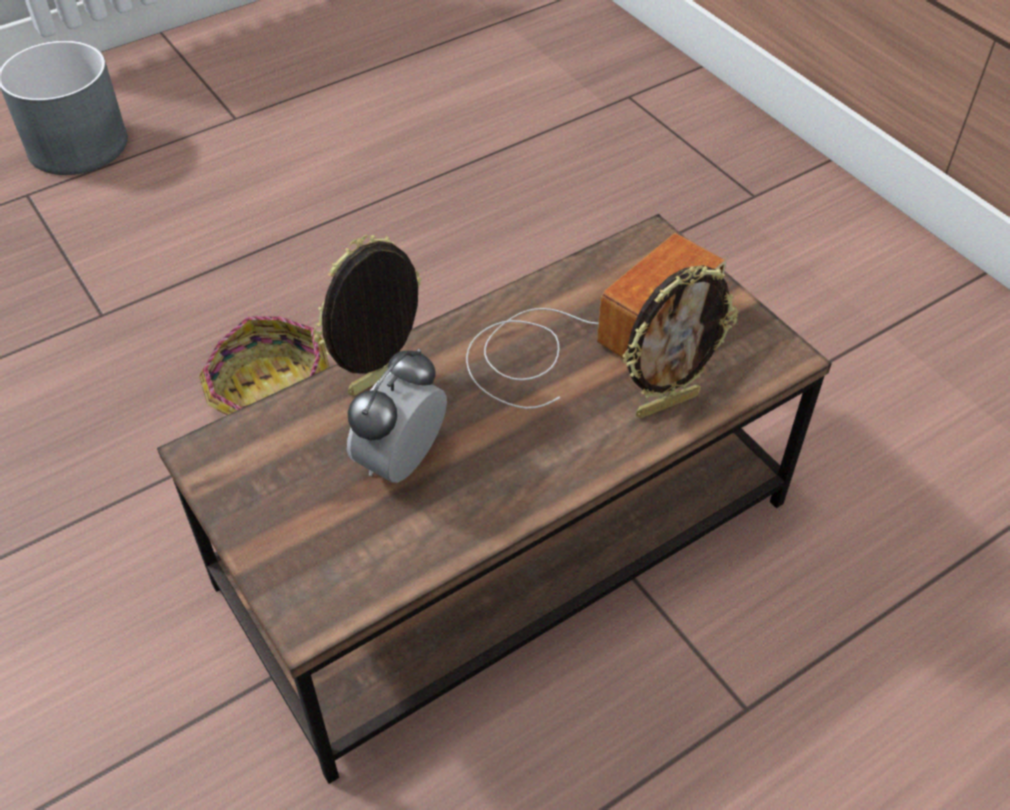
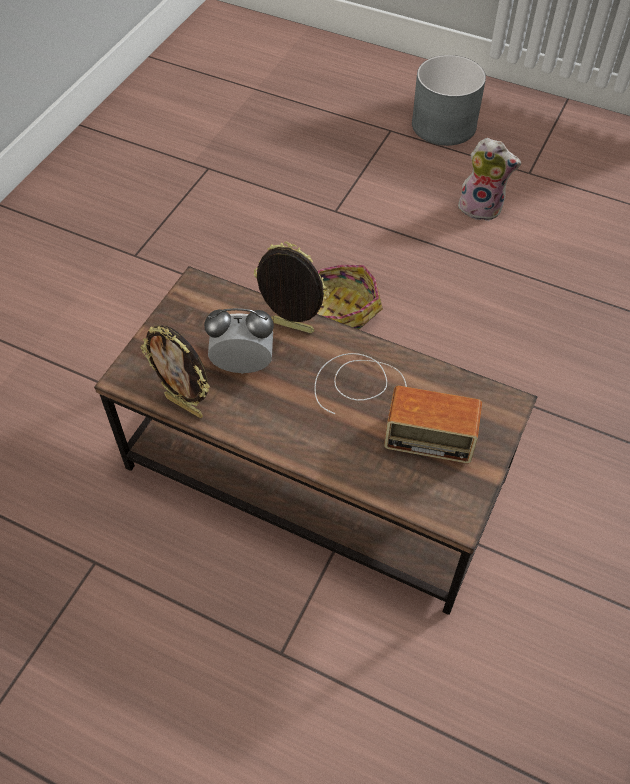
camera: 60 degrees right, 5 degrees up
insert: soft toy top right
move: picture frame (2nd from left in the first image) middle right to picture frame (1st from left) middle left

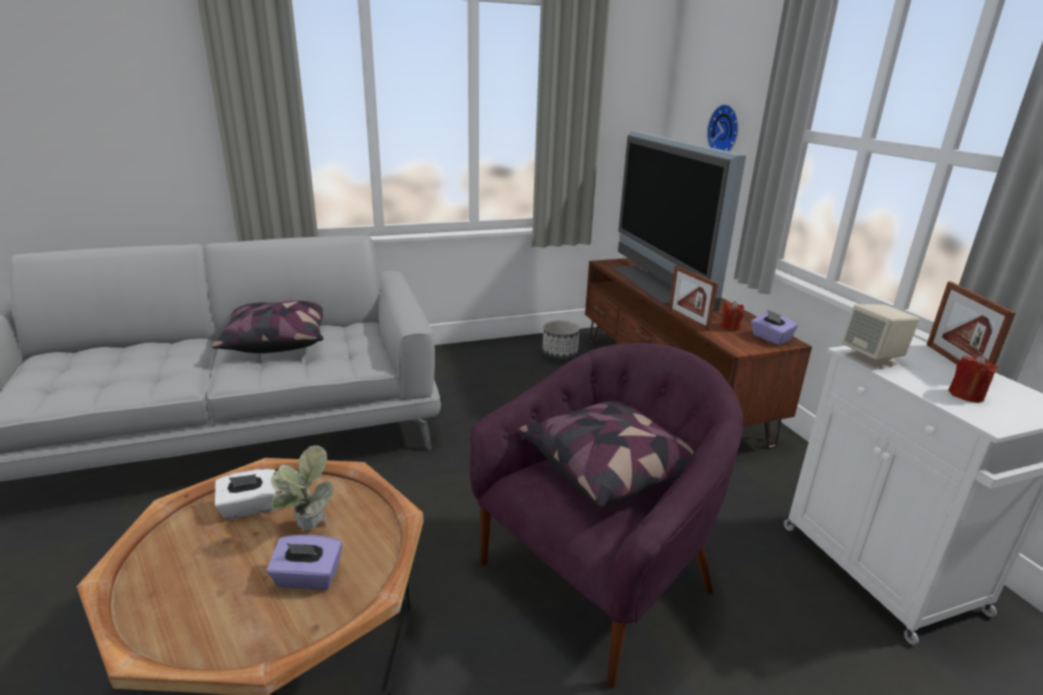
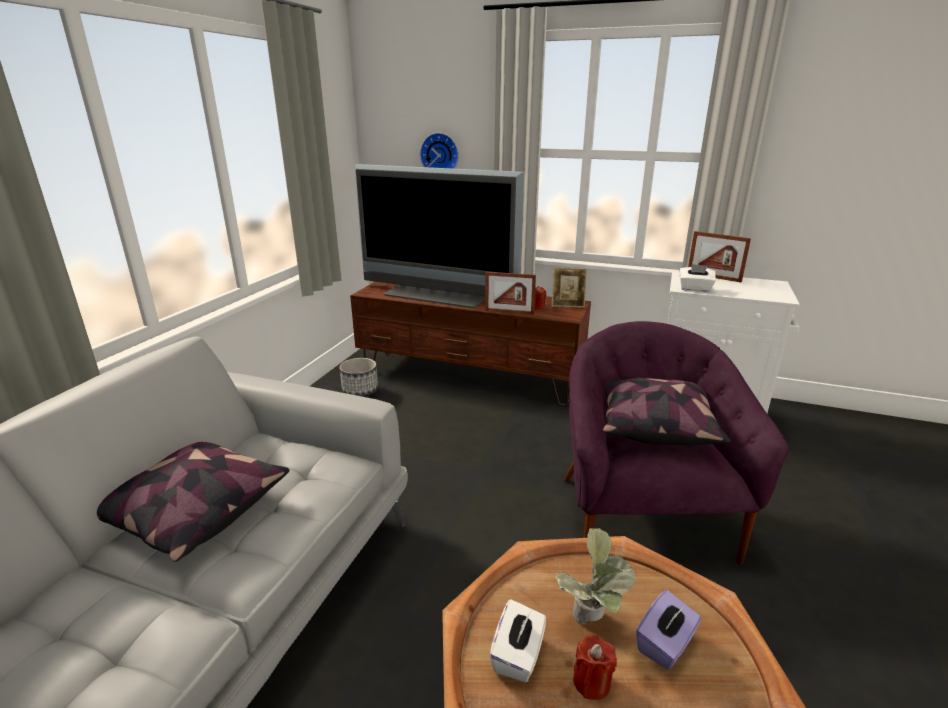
camera: 50 degrees left, 0 degrees up
move: wax light in reddish (2nd from left) middle right to bottom centre
replace: audio speaker in sand-coloured middle right to tissue holder in whitish (2nd from left) middle right; tissue holder in purple-coloured (2nd from left) middle right to picture frame (2nd from left) centre

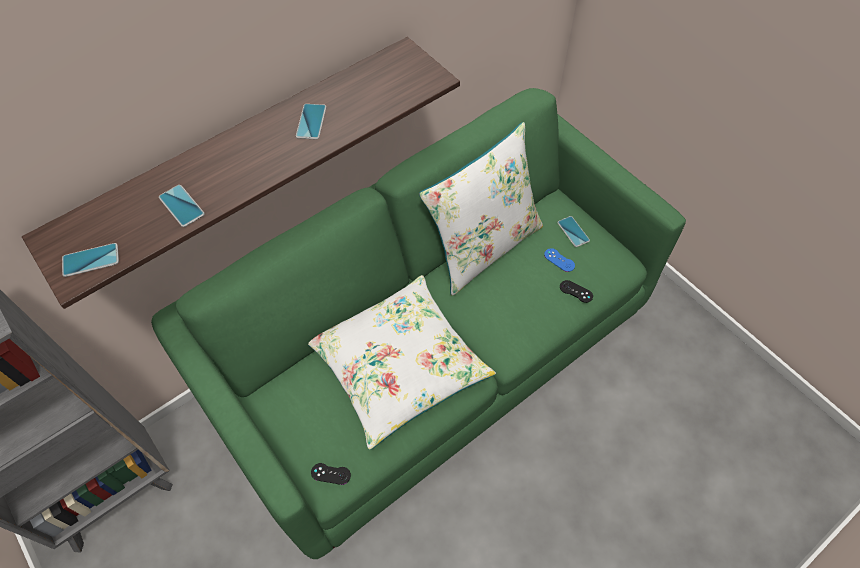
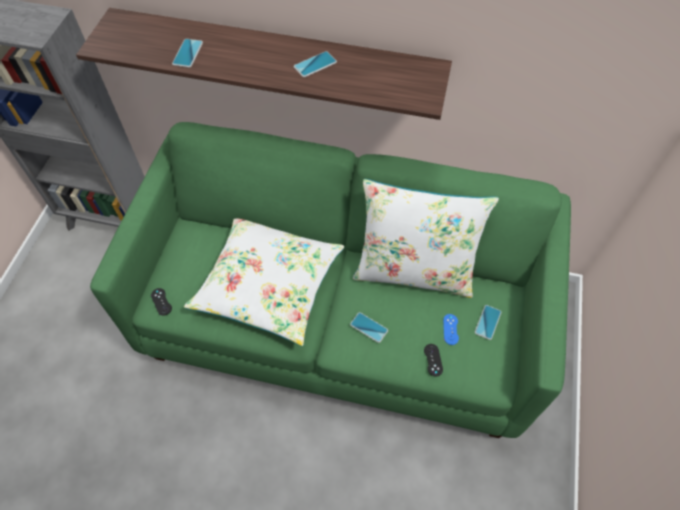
camera: 50 degrees right, 0 degrees up
move: phone (1st from left in the first image) middle left to phone (3rd from left) centre

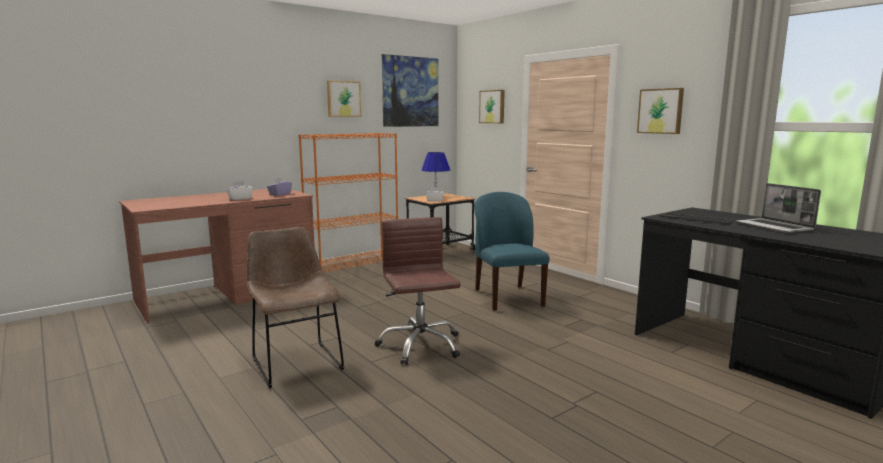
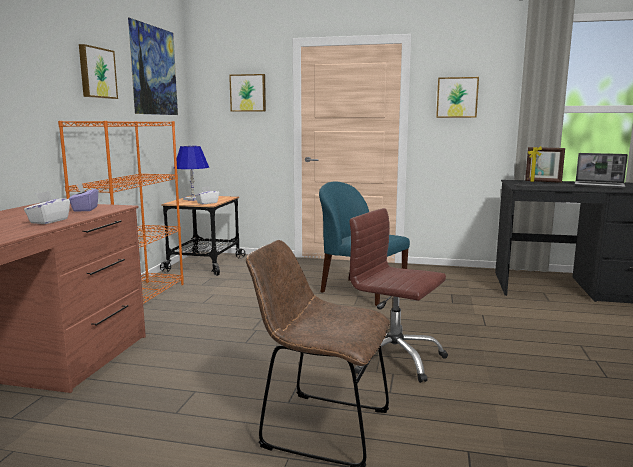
camera: 40 degrees left, 0 degrees up
insert: picture frame middle right

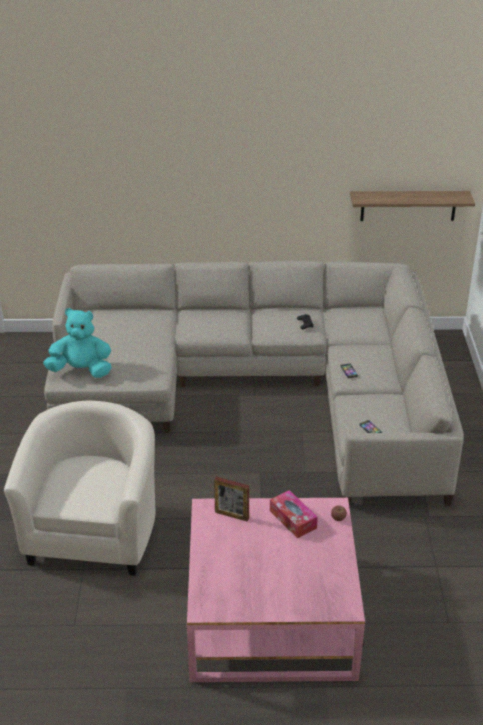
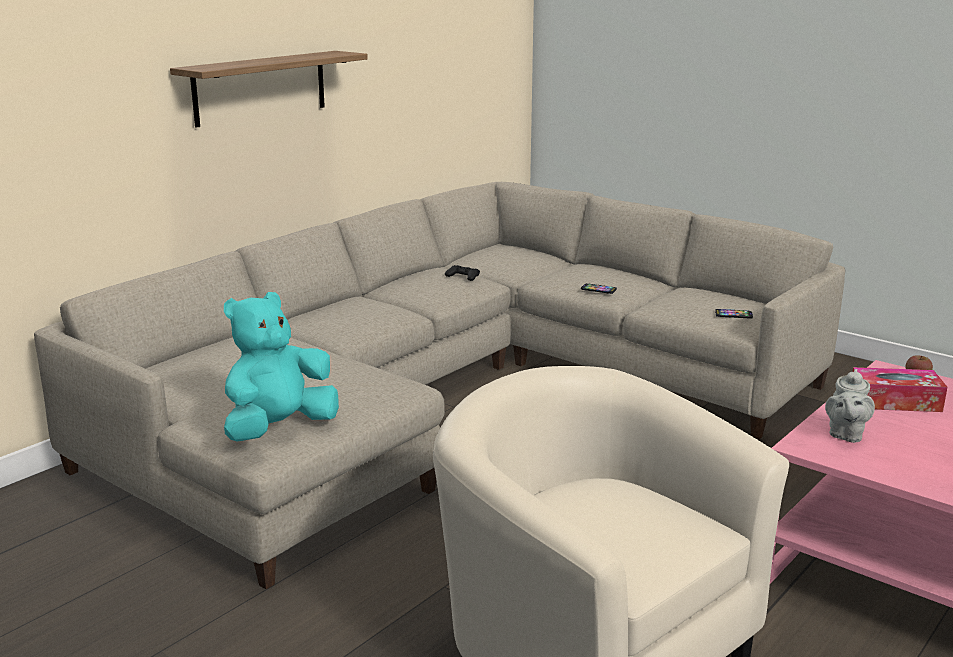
camera: 50 degrees left, 15 degrees down
move: wall shelf top right to top left
replace: picture frame bottom centre to tea pot in greyish middle right

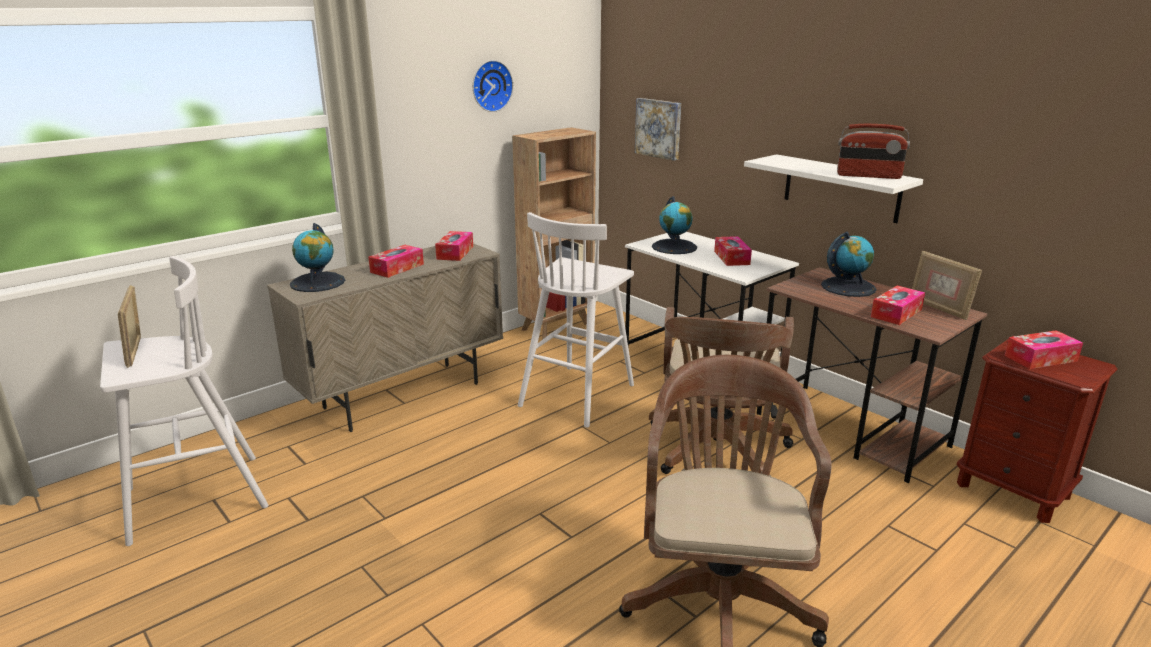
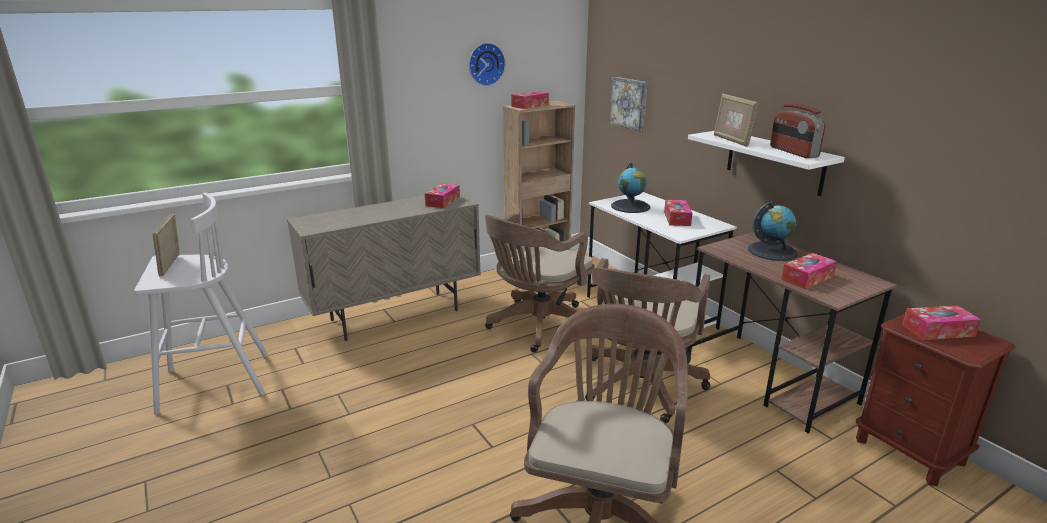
camera: 10 degrees right, 0 degrees up
delete: world globe (1st from left) middle left
move: tissue holder (1st from left in the first image) centre to tissue holder (2nd from left) top centre; picture frame (2nd from left) middle right to top right
replace: stool seat in whitish (2nd from left) centre to office chair in brown (1st from left) centre
rotate: radio receiver top right = top right 45 degrees clockwise

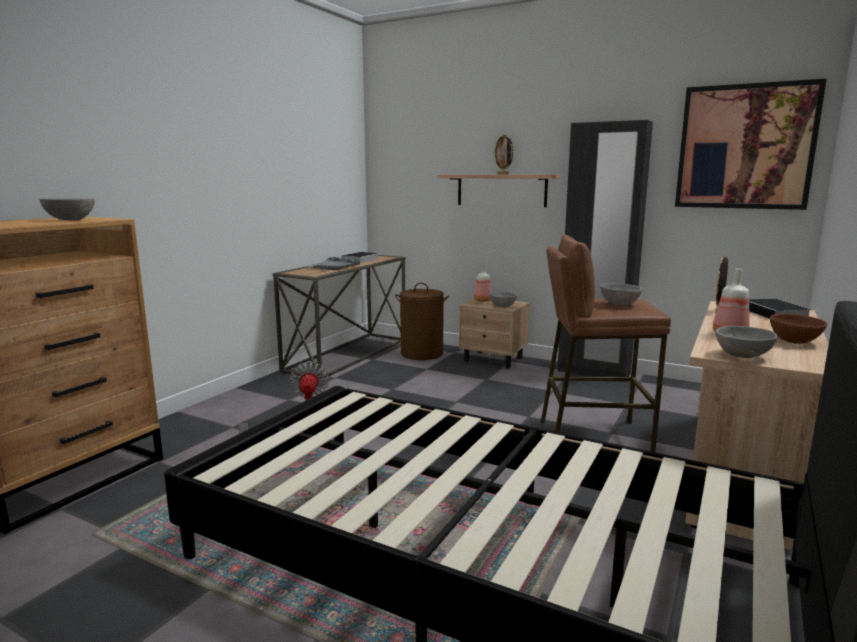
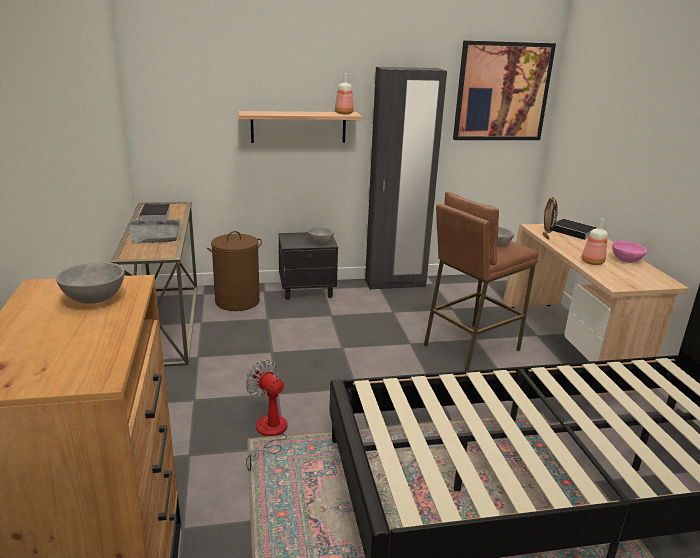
camera: 40 degrees left, 10 degrees up
delete: picture frame (1st from left) top centre; serving bowl in greyish (4th from left) middle right
move: drink bottle (1st from left) centre to top centre
recolor: bedside table in sand-coloured centre to bedside table in black centre; serving bowl in brown middle right to serving bowl in pinkish middle right

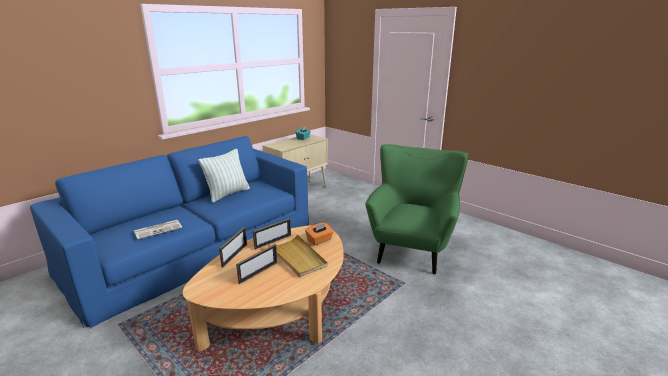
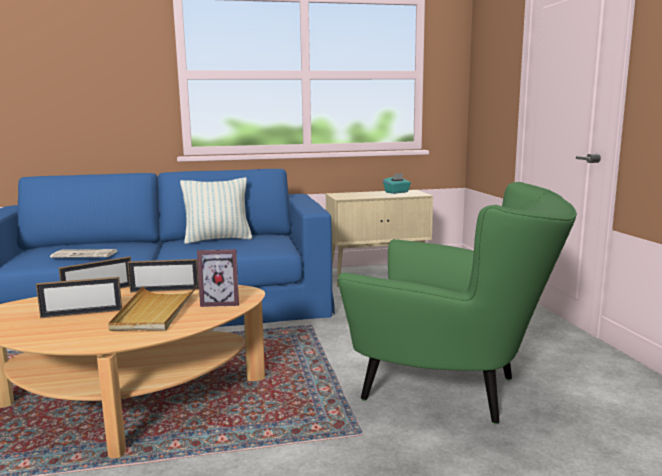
camera: 35 degrees right, 10 degrees down
replace: tissue holder in orangey centre to picture frame (4th from left) middle left
rotate: armchair in green centre = middle right 60 degrees clockwise

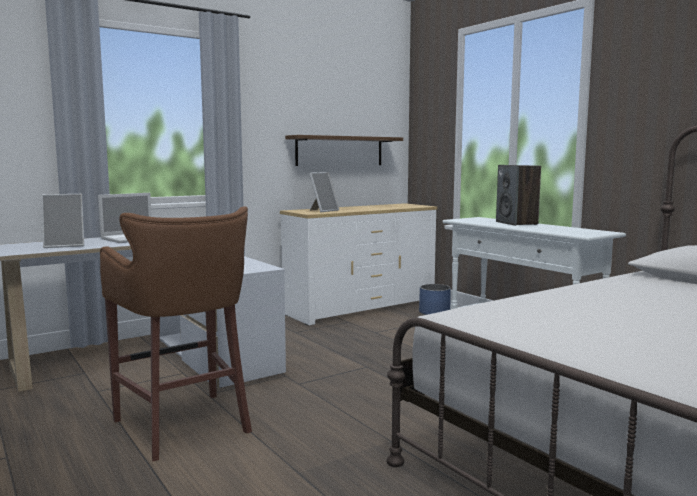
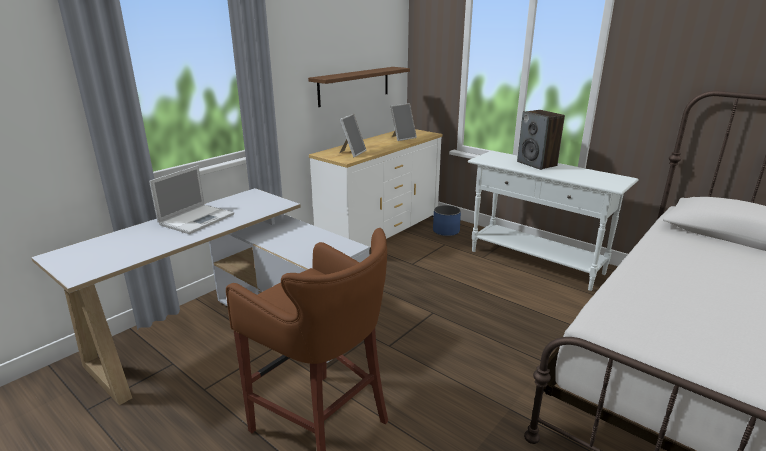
camera: 15 degrees left, 15 degrees up
move: picture frame (1st from left in the first image) middle left to picture frame (2nd from left) top centre

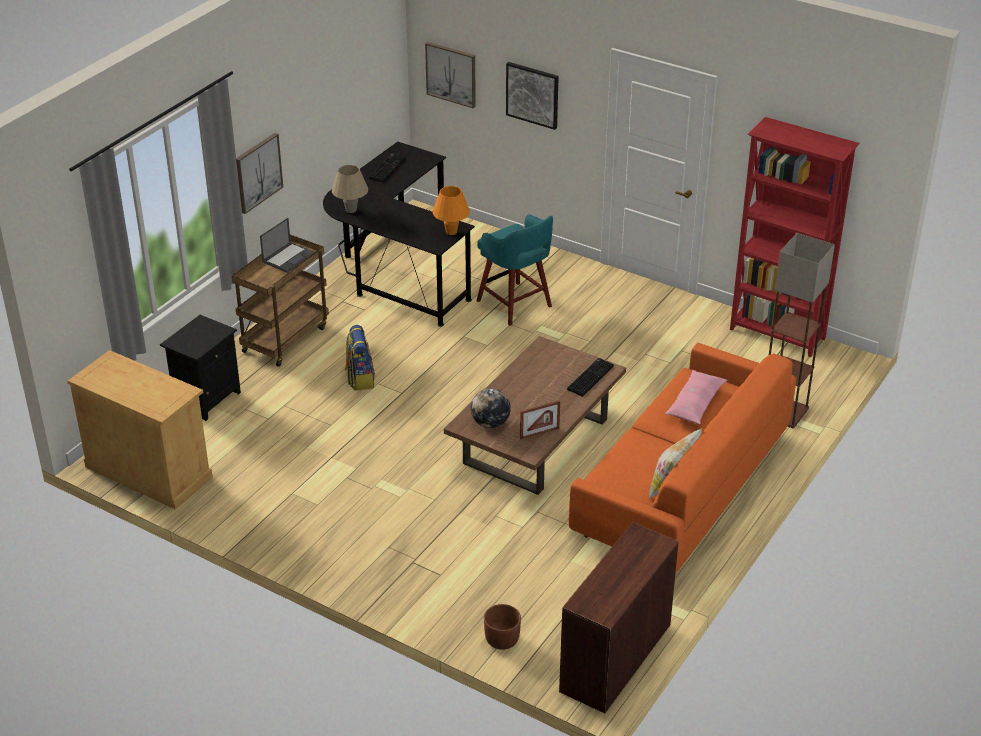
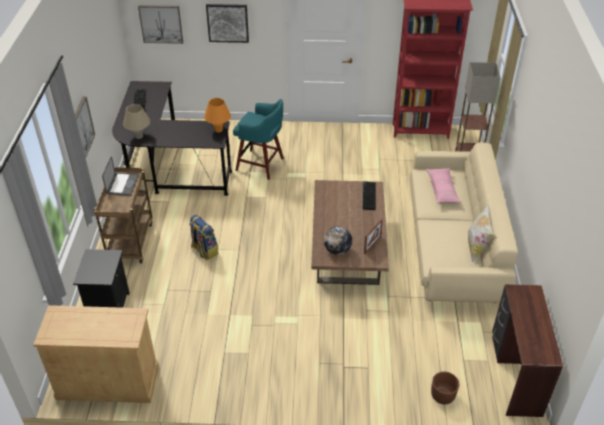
camera: 30 degrees left, 5 degrees up
recolor: couch in orangey middle right to couch in sand-coloured middle right

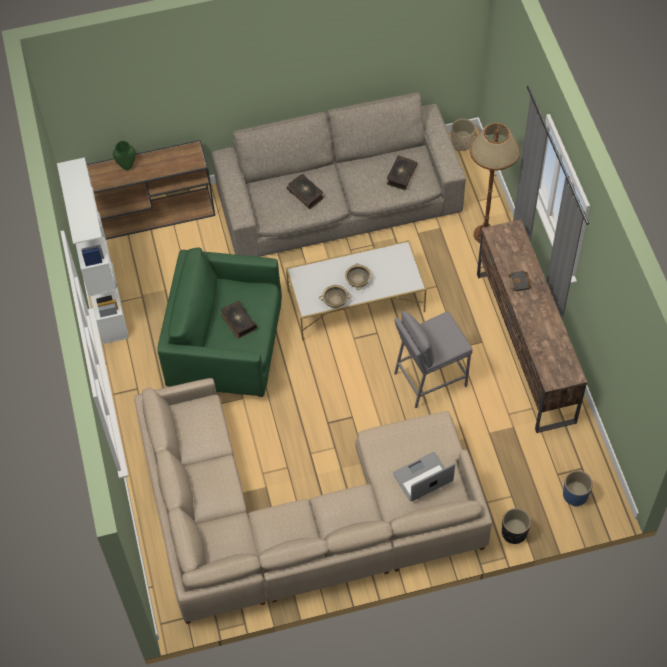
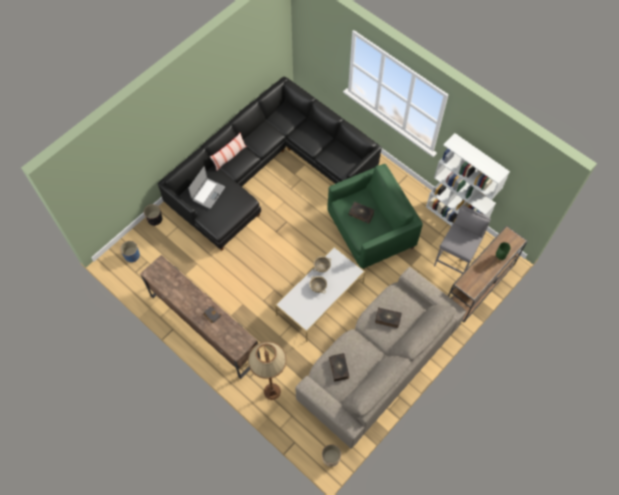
camera: 145 degrees right, 5 degrees up
insert: pillow top centre
move: stool seat in greyish centre to middle right
recolor: couch in sand-coloured (1st from left) bottom centre to couch in black top centre

